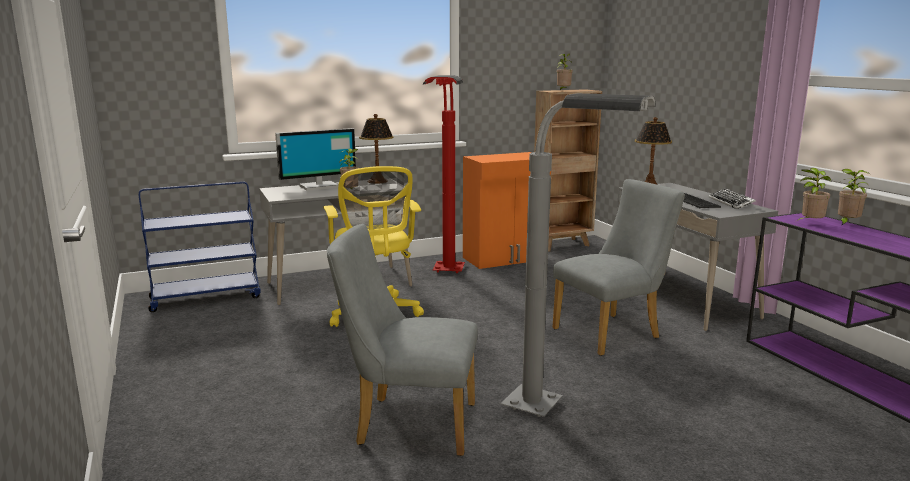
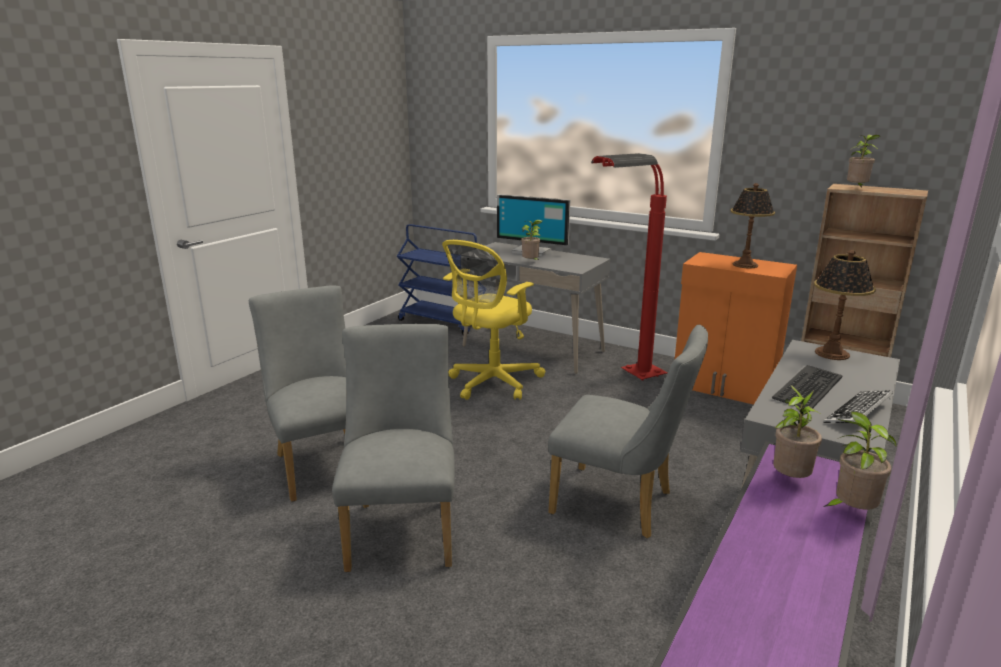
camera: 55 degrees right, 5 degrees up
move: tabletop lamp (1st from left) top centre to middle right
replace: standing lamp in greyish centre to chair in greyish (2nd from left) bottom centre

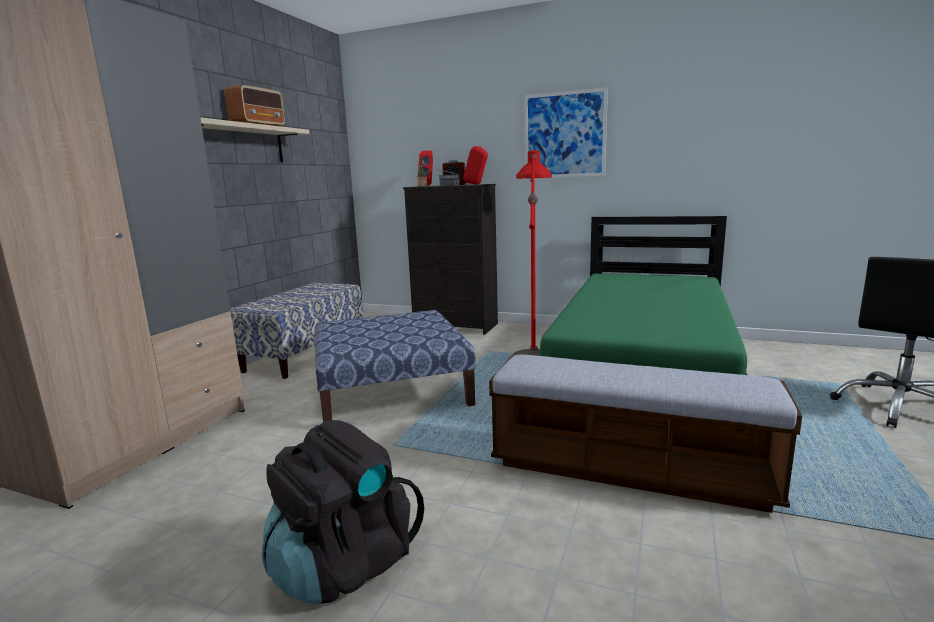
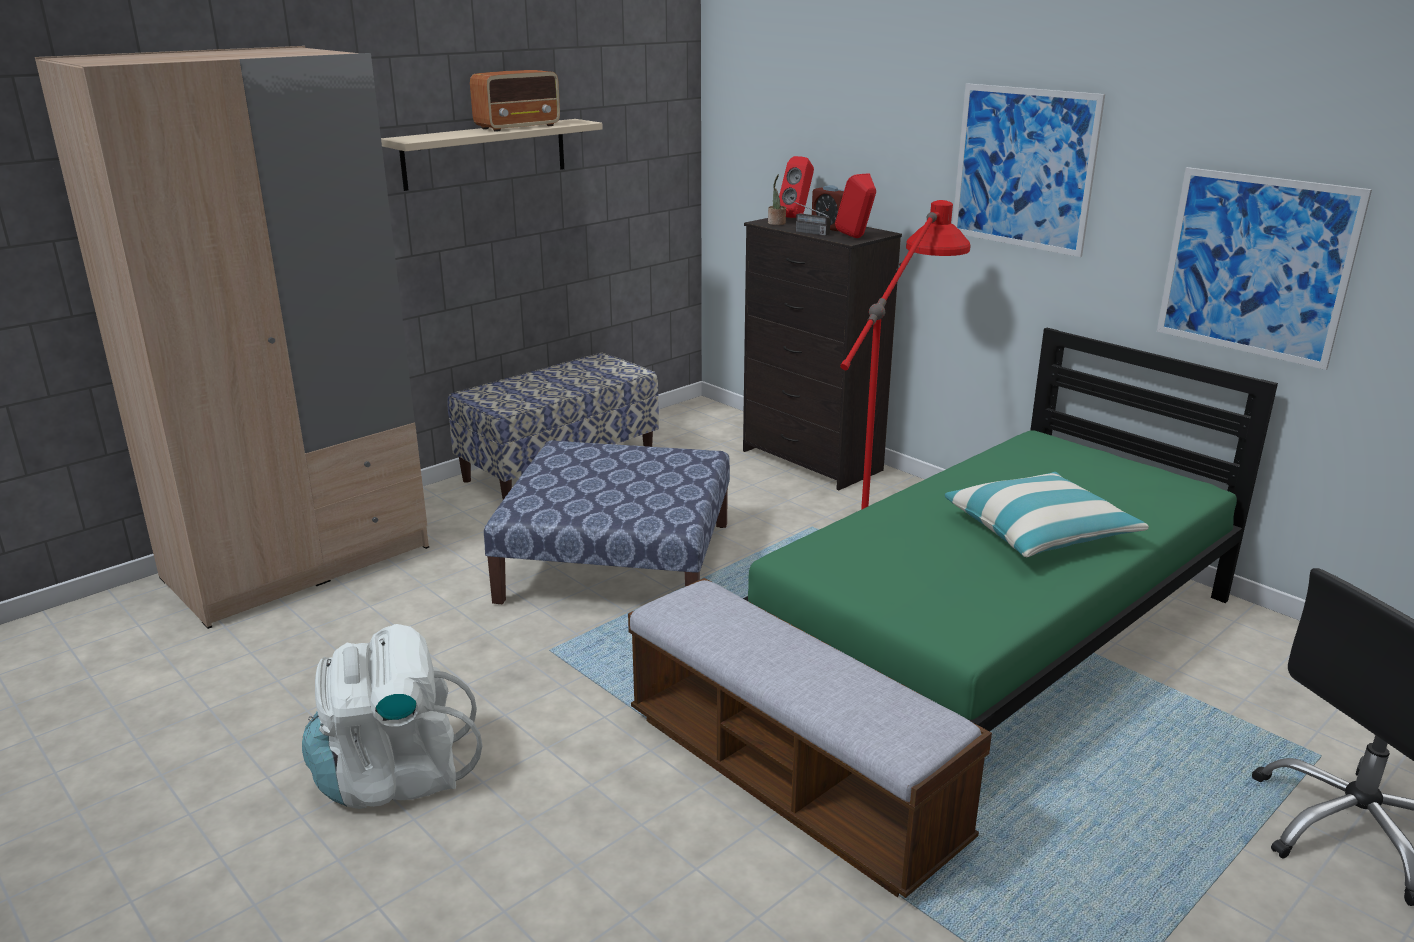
camera: 25 degrees right, 10 degrees up
insert: wall art (2nd from left) top right; pillow middle right
recolor: backpack in black bottom centre to backpack in whitish bottom left

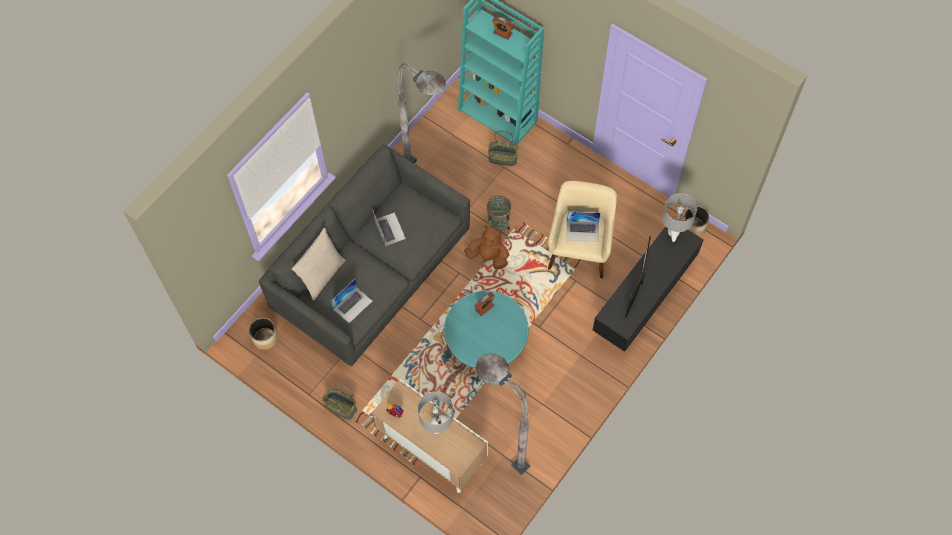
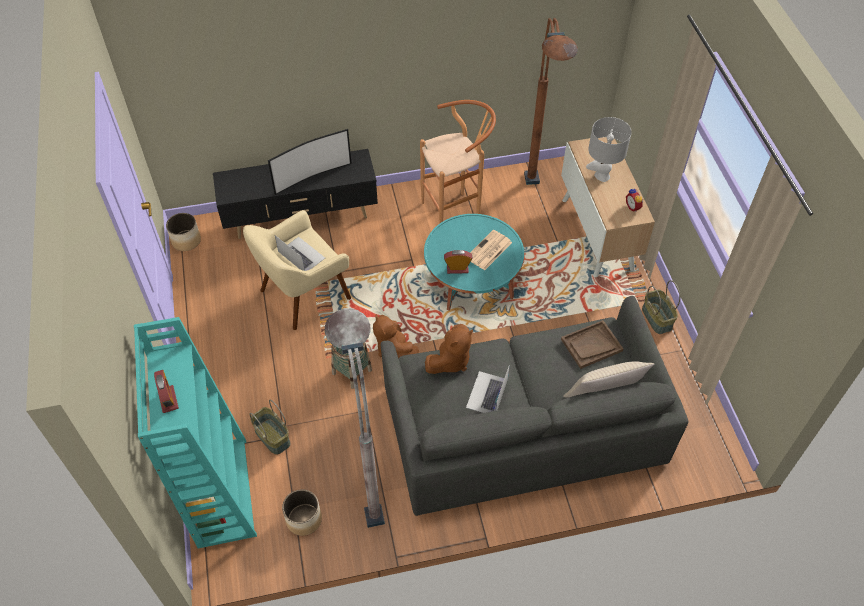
camera: 140 degrees left, 10 degrees down
delete: tabletop lamp in greyish (2nd from left) middle right
insert: stool seat in brown top centre; printed paper centre; soft toy in brown (2nd from left) centre
move: flower pot (1st from left in the first image) middle left to flower pot (2nd from left) bottom centre
replace: laptop (1st from left) centre to carrying tray in brown middle right
recolor: standing lamp in greyish (2nd from left) bottom centre to standing lamp in brown top centre

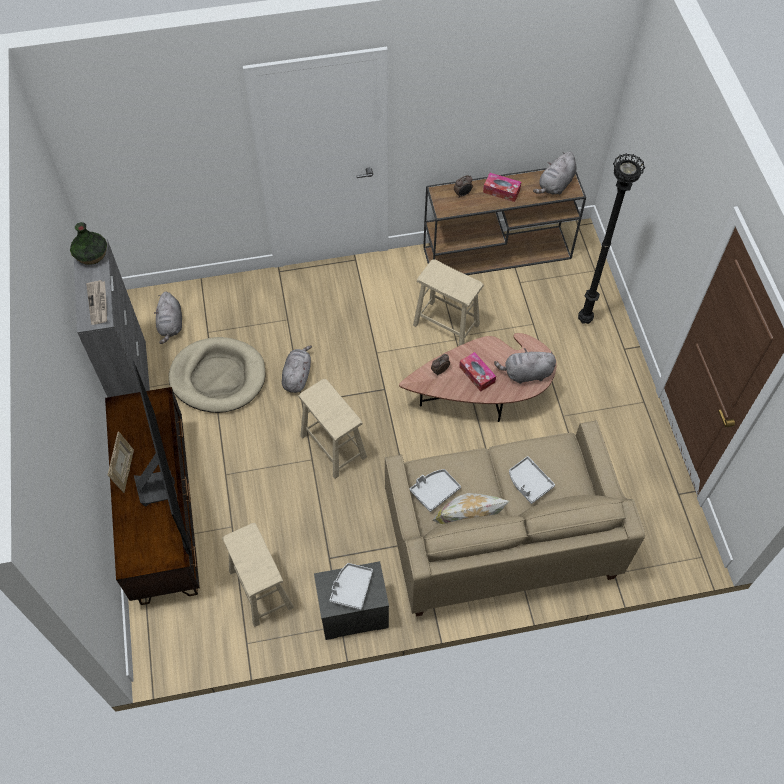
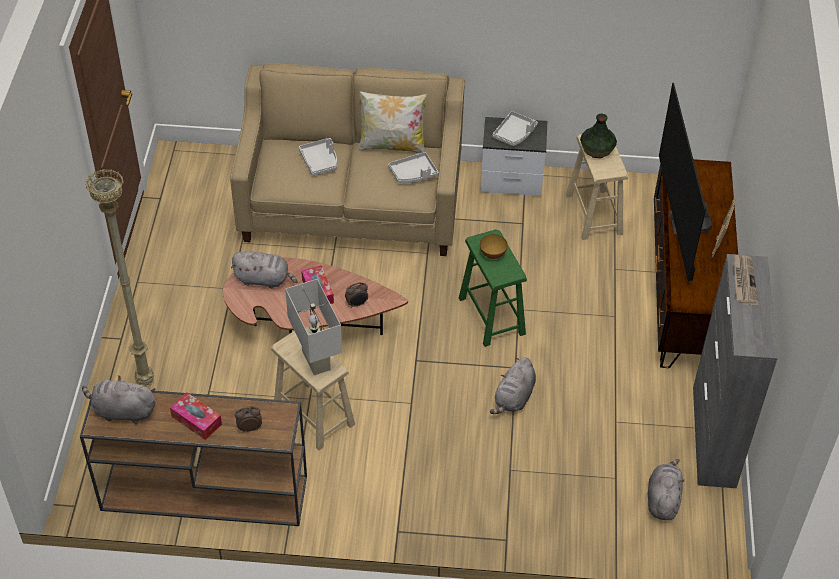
camera: 165 degrees left, 10 degrees down
delete: pet bed in sand-coloured middle left
insert: serving bowl centre; tabletop lamp in whitish centre
move: flower vase top left to top right
recolor: standing lamp in black top right to standing lamp in sand-coloured middle left; stool seat in sand-coloured (2nd from left) centre to stool seat in green centre
rotate: soft toy in greyish (4th from left in the first image) top right = bottom left 135 degrees counterclockwise

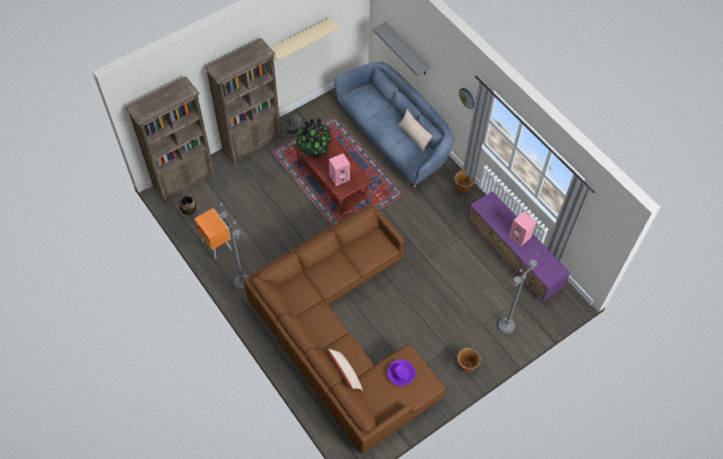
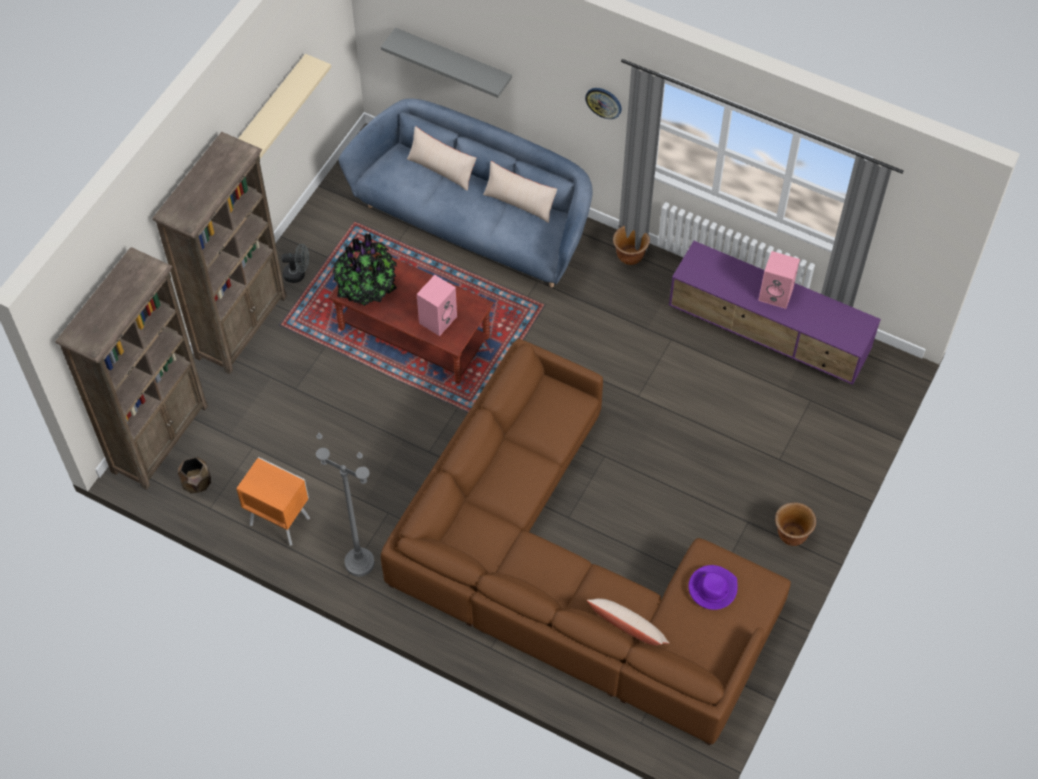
camera: 25 degrees left, 0 degrees up
delete: standing lamp in greyish (2nd from left) middle right
insert: pillow in sand-coloured (1st from left) top centre

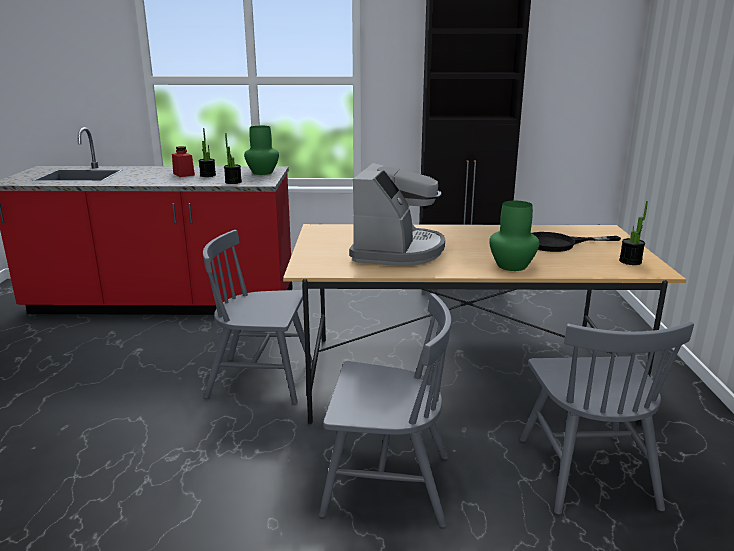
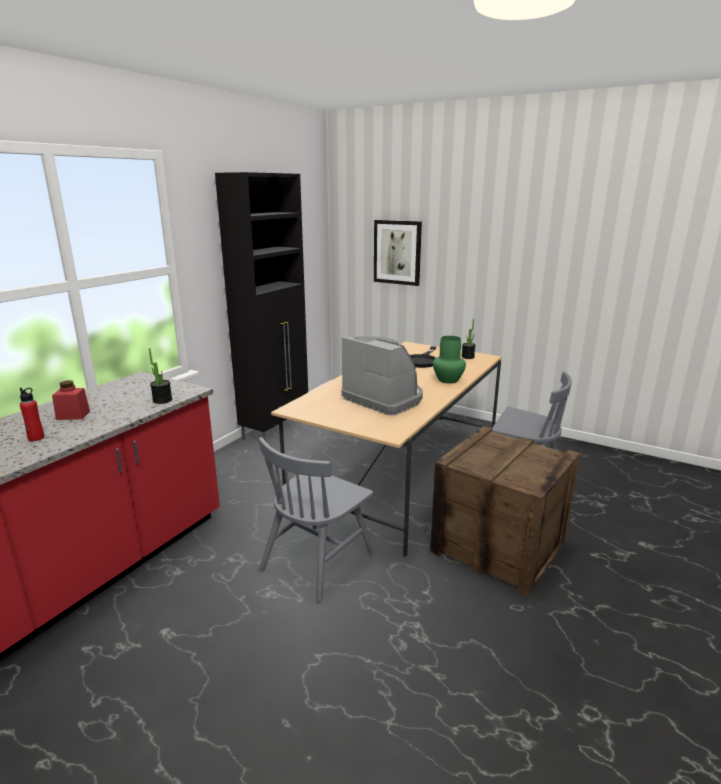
camera: 60 degrees left, 0 degrees up
delete: flower vase in green (1st from left) top centre; potted plant (1st from left) top left
insert: wall art top centre; drink bottle in reddish middle left
replace: chair in greyish (2nd from left) bottom centre to crate middle right

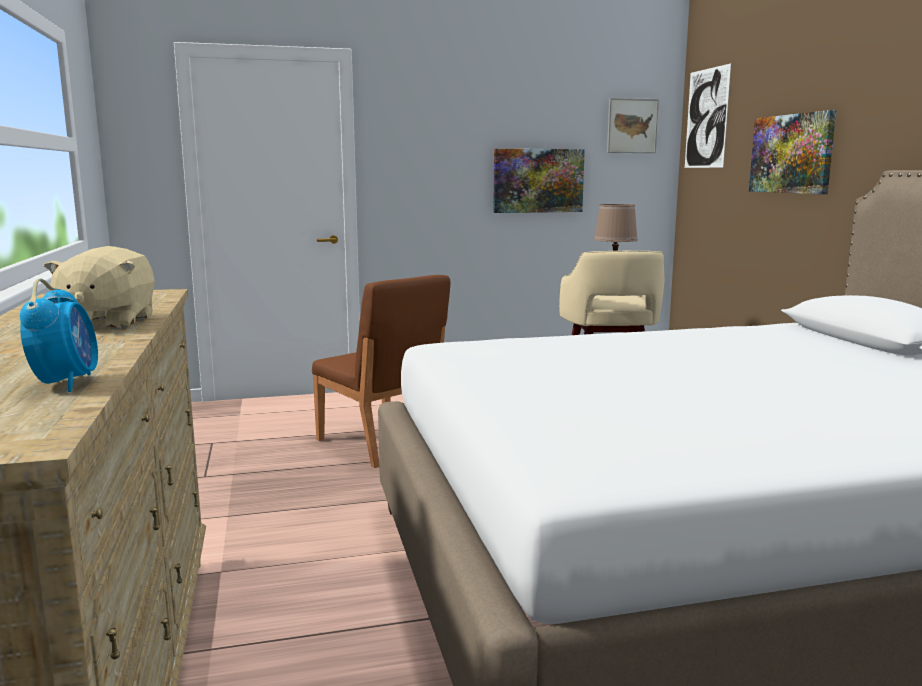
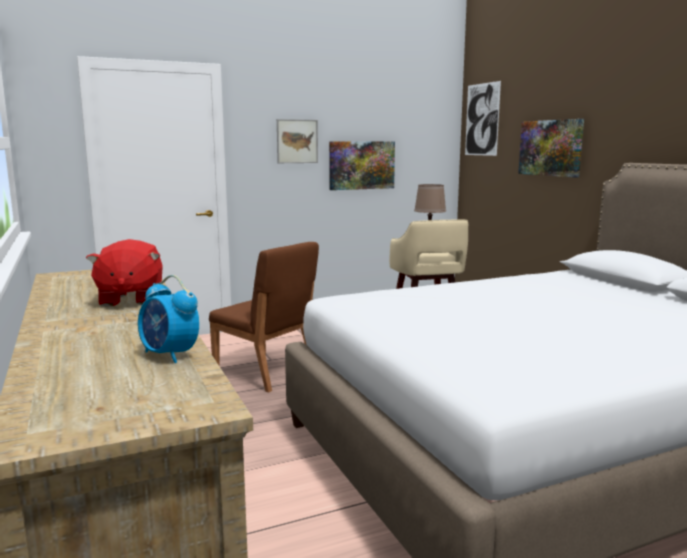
camera: 10 degrees left, 0 degrees up
move: wall art (2nd from left in the first image) top right to wall art (1st from left) top centre
recolor: soft toy in sand-coloured middle left to soft toy in reddish middle left
rotate: table clock middle left = middle left 150 degrees clockwise

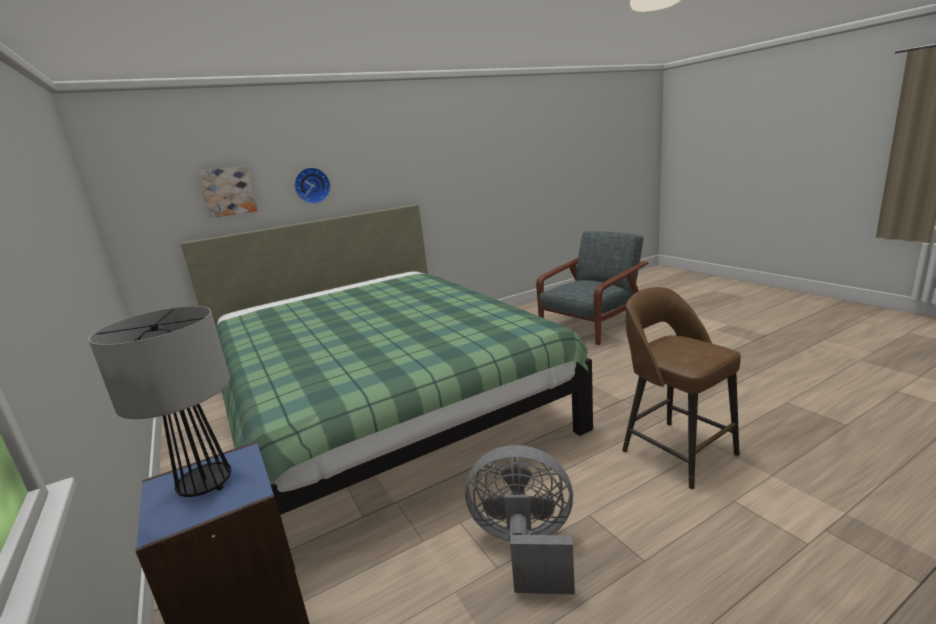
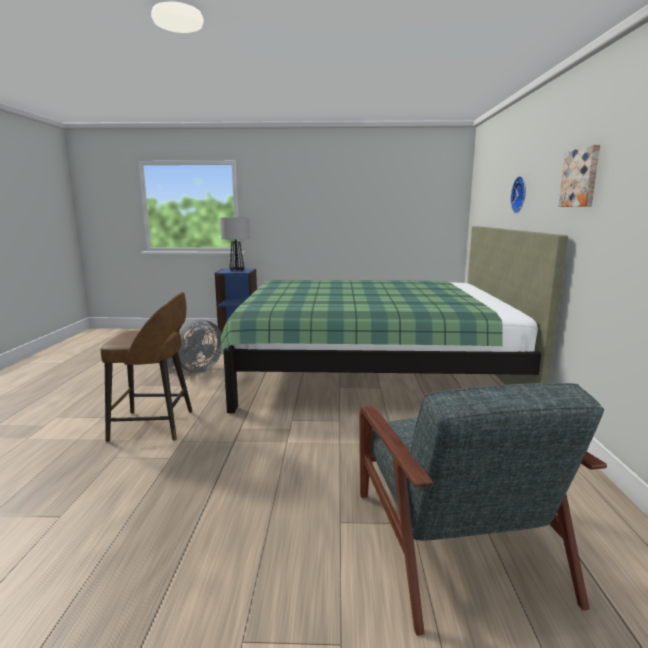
camera: 120 degrees right, 5 degrees down
move: wall art top left to top right

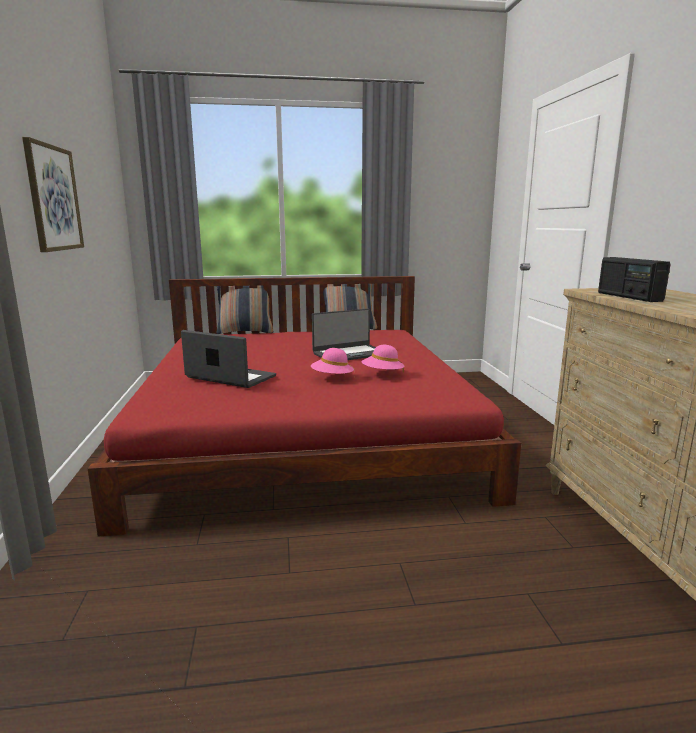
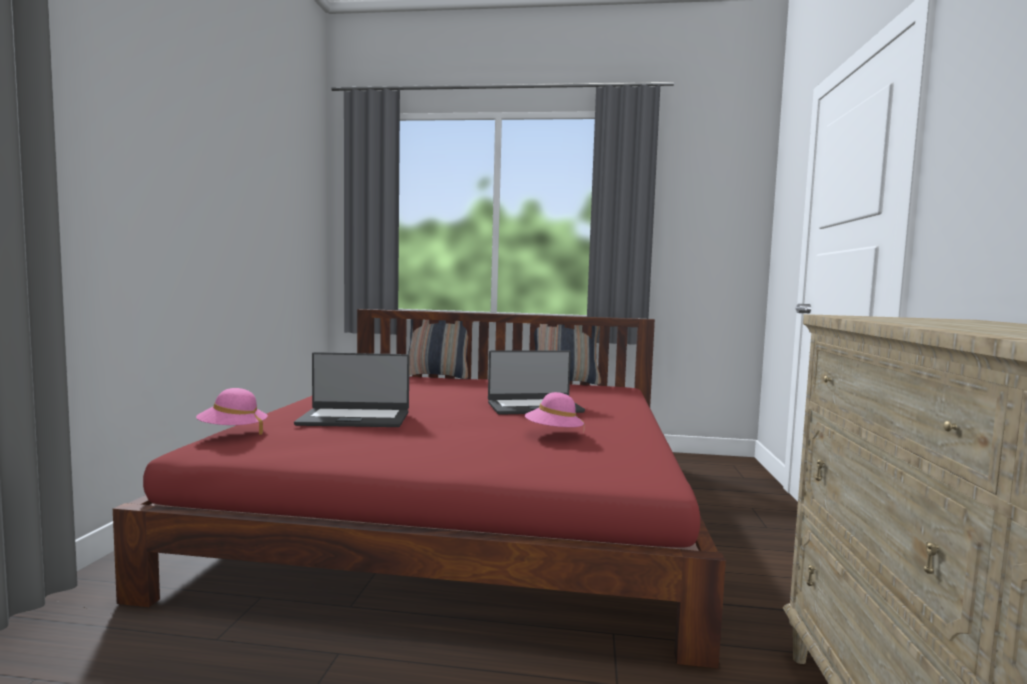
camera: 15 degrees right, 10 degrees down
delete: wall art top left; radio receiver middle right
move: hat in pinkish (1st from left) centre to middle left
rotate: laptop (1st from left) middle left = centre 135 degrees clockwise

